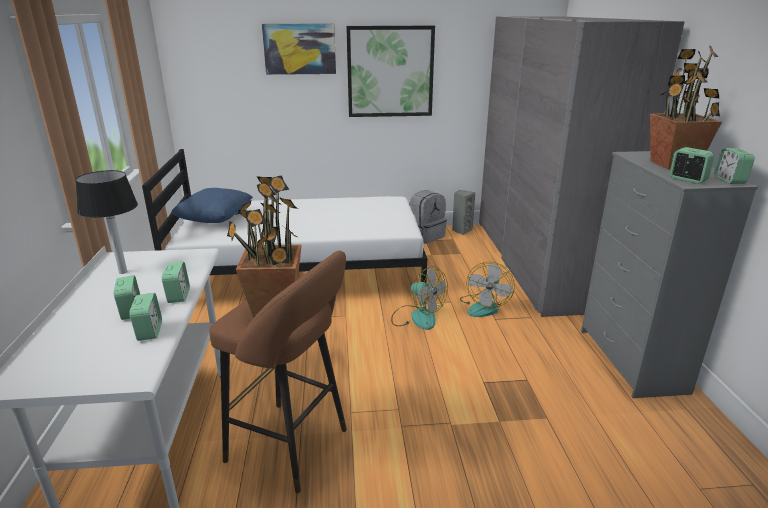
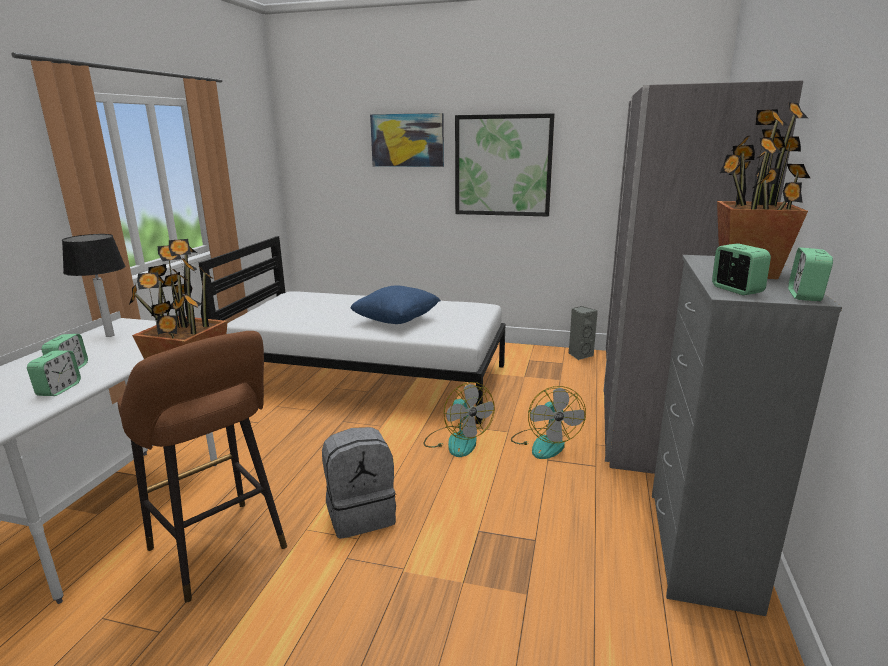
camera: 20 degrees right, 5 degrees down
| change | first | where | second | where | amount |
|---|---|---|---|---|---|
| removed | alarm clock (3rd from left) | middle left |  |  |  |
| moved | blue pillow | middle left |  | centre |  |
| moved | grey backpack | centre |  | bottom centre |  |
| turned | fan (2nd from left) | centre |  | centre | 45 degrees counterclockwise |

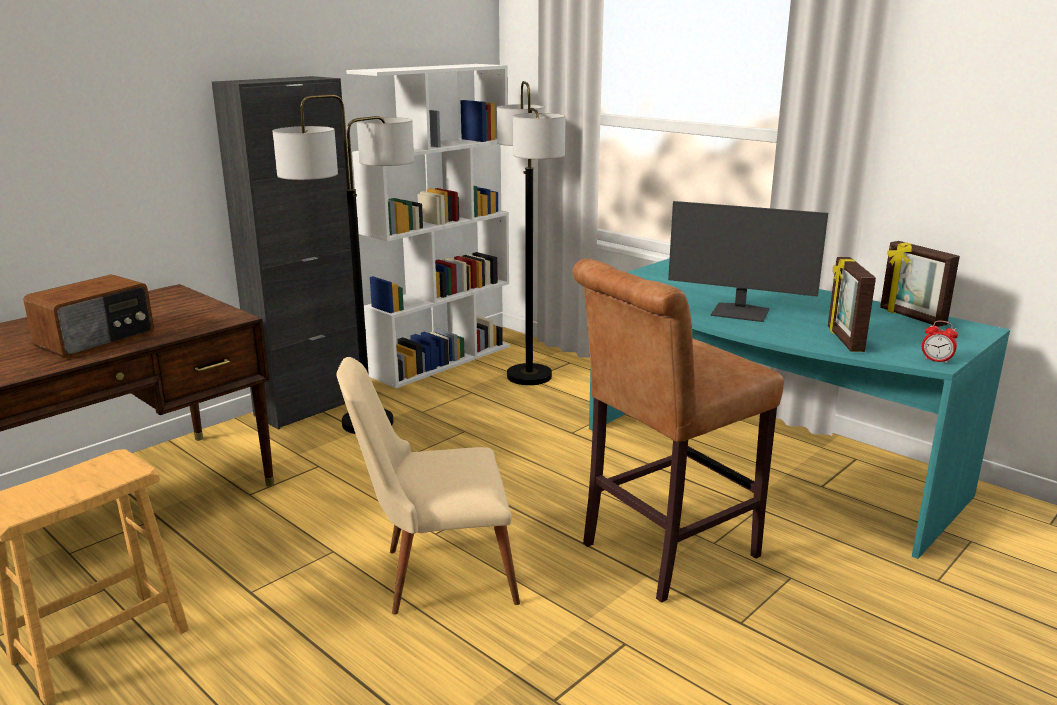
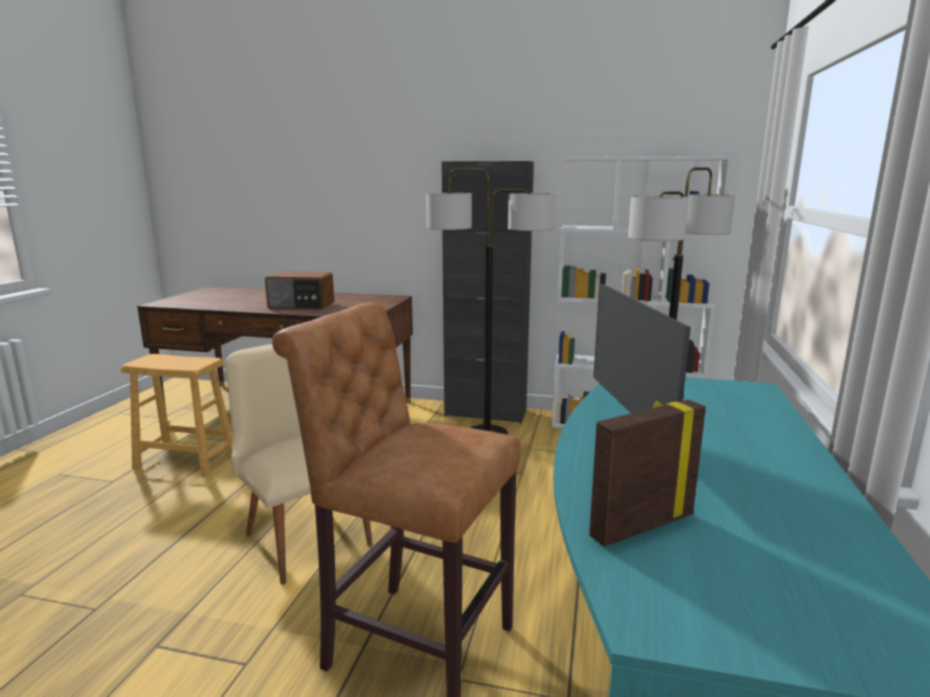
camera: 60 degrees right, 5 degrees down
| change | first | where | second | where | amount |
|---|---|---|---|---|---|
| removed | picture frame (2nd from left) | middle right |  |  |  |
| removed | alarm clock | middle right |  |  |  |

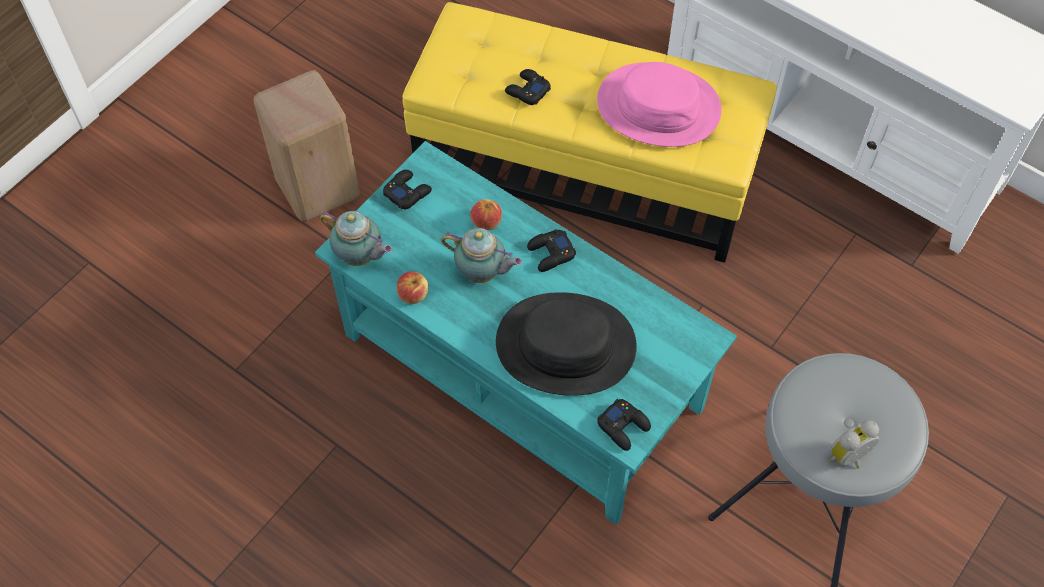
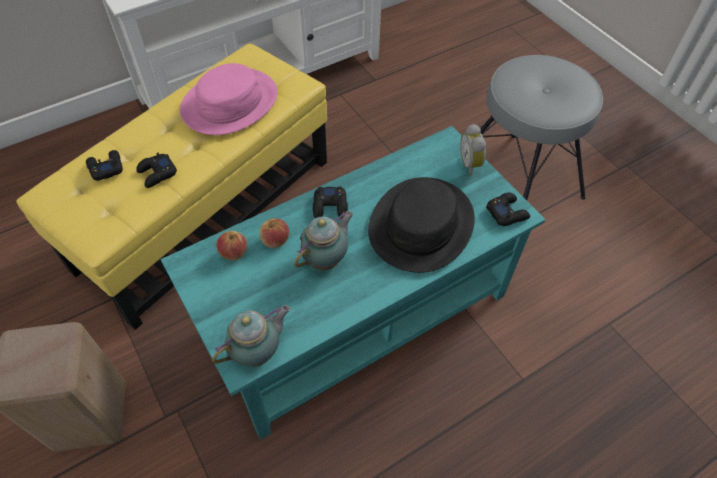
camera: 70 degrees left, 5 degrees down
| change | first | where | second | where | amount |
|---|---|---|---|---|---|
| moved | black game controller (1st from left) | top centre |  | middle left |  |
| moved | apple (1st from left) | centre |  | middle left |  |
| moved | alarm clock | bottom right |  | top centre |  |

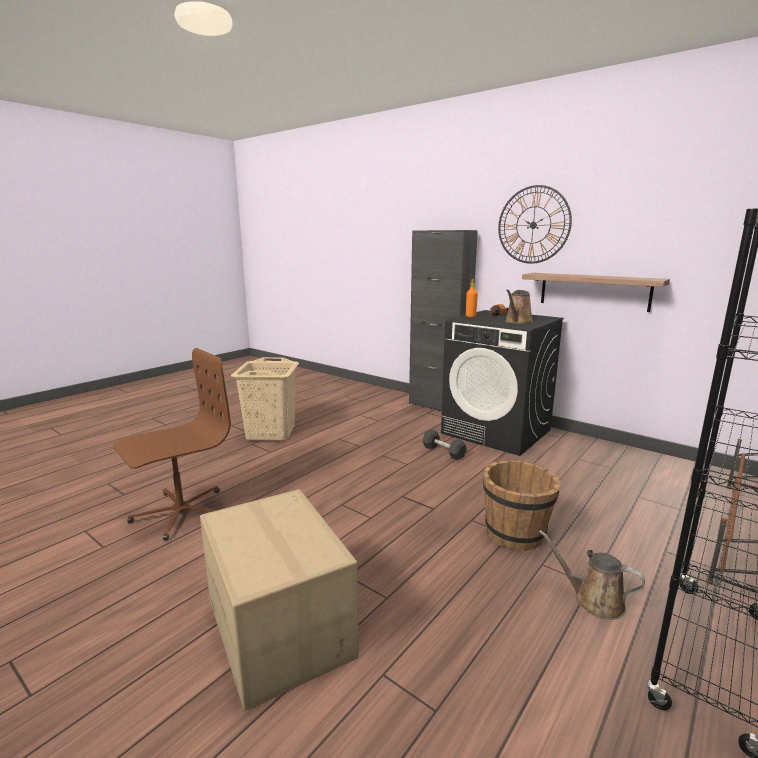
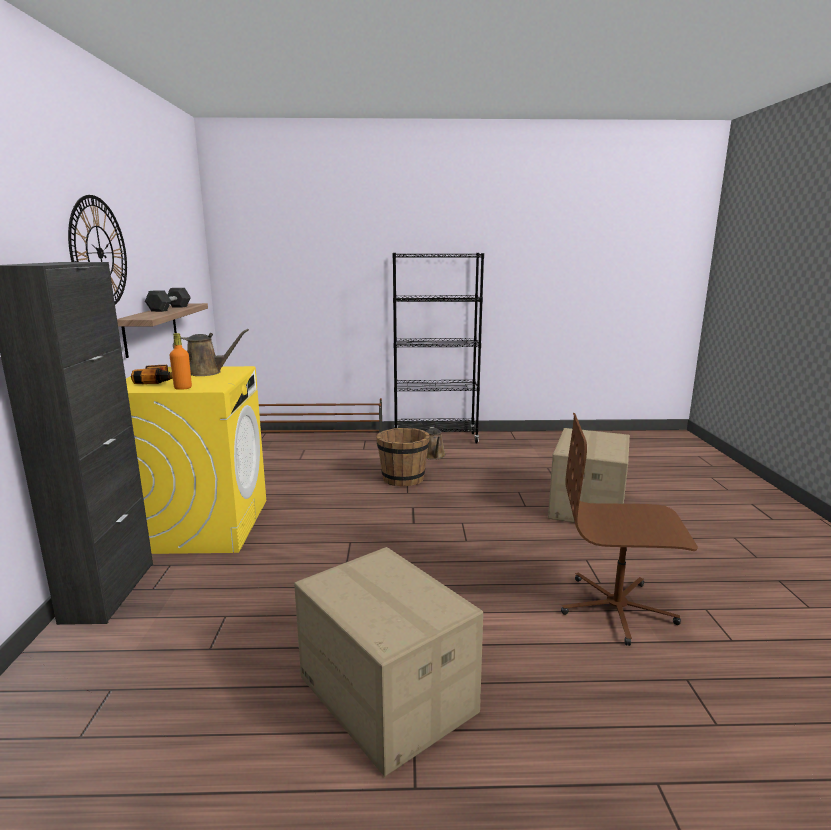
camera: 130 degrees left, 0 degrees up
| change | first | where | second | where | amount |
|---|---|---|---|---|---|
| moved | black dumbbell | centre |  | middle left |  |
| replaced | beige laundry basket | centre | cardboard box (1st from left) | bottom centre |  |
| recoloured | black washing machine | centre | yellow washing machine | middle left |  |

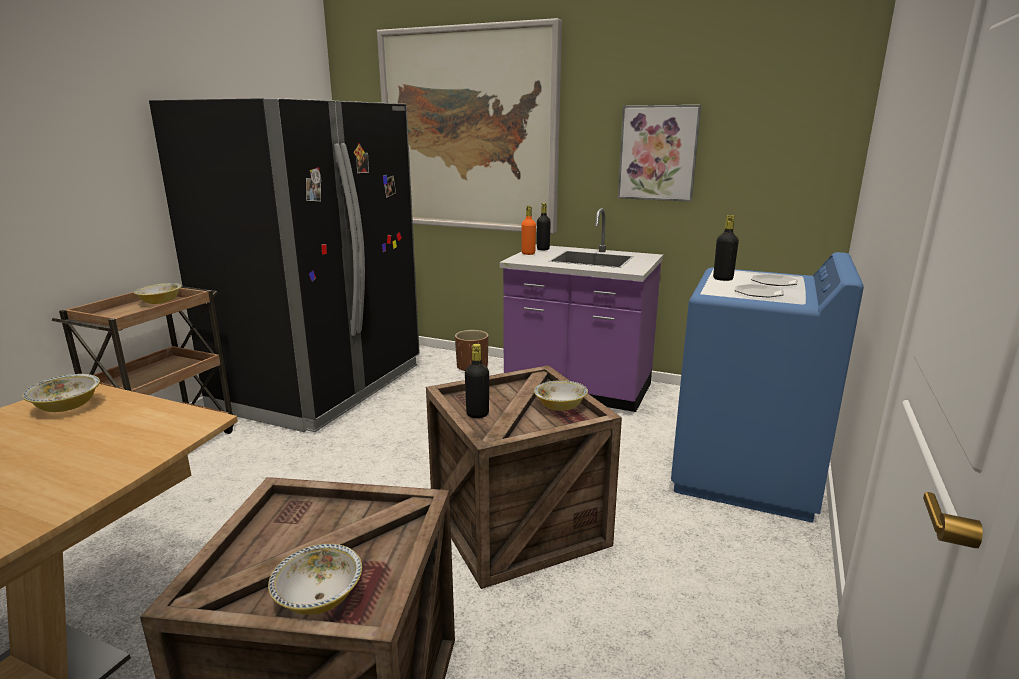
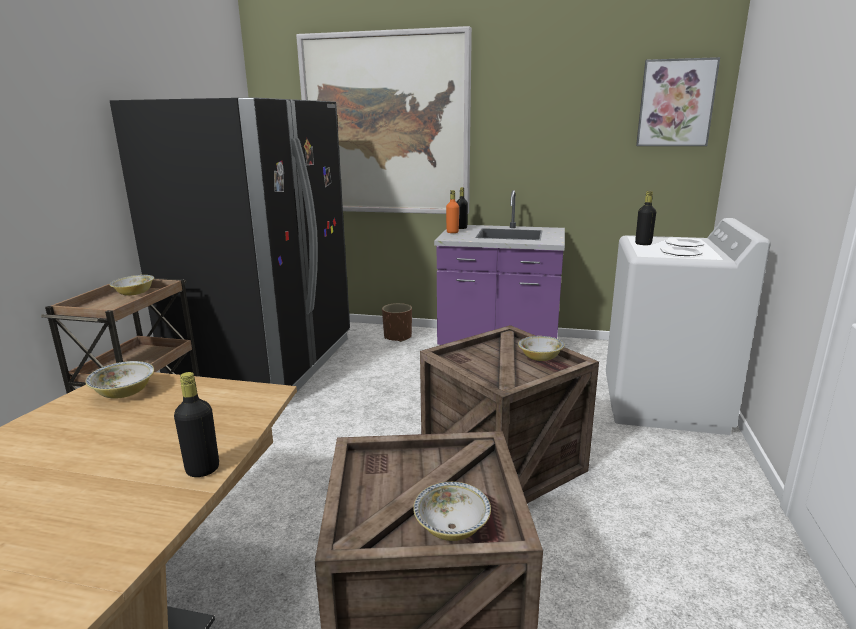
camera: 10 degrees left, 0 degrees up
| change | first | where | second | where | amount |
|---|---|---|---|---|---|
| moved | black bottle (1st from left) | centre |  | bottom left |  |
| moved | picture (2nd from left) | top centre |  | top right |  |
| recoloured | blue washing machine | middle right | white washing machine | middle right |  |

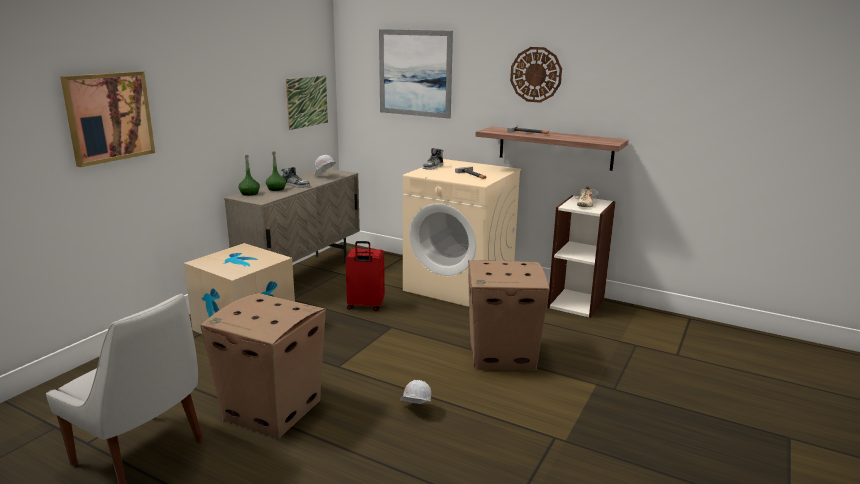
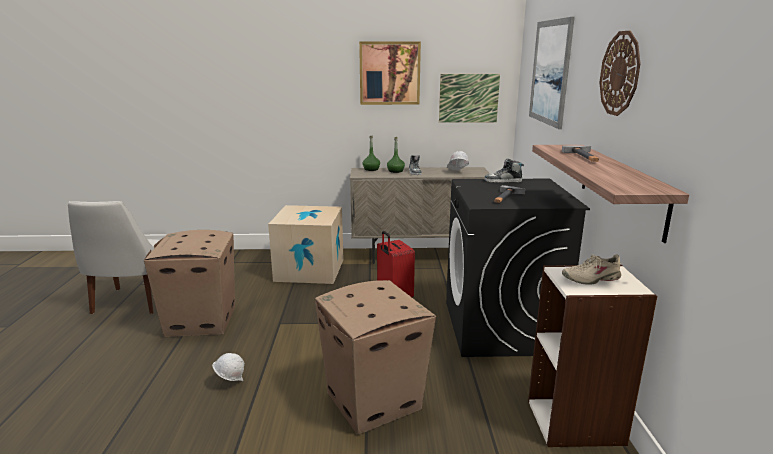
camera: 60 degrees right, 0 degrees up
| change | first | where | second | where | amount |
|---|---|---|---|---|---|
| moved | picture (1st from left) | top left |  | top centre |  |
| recoloured | beige washing machine | centre | black washing machine | middle right |  |

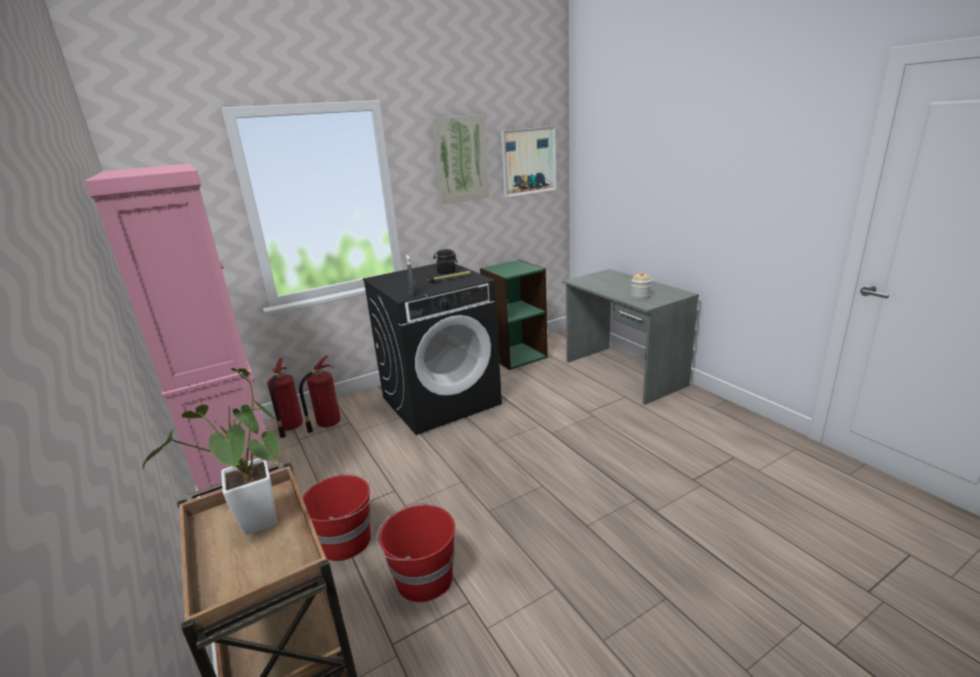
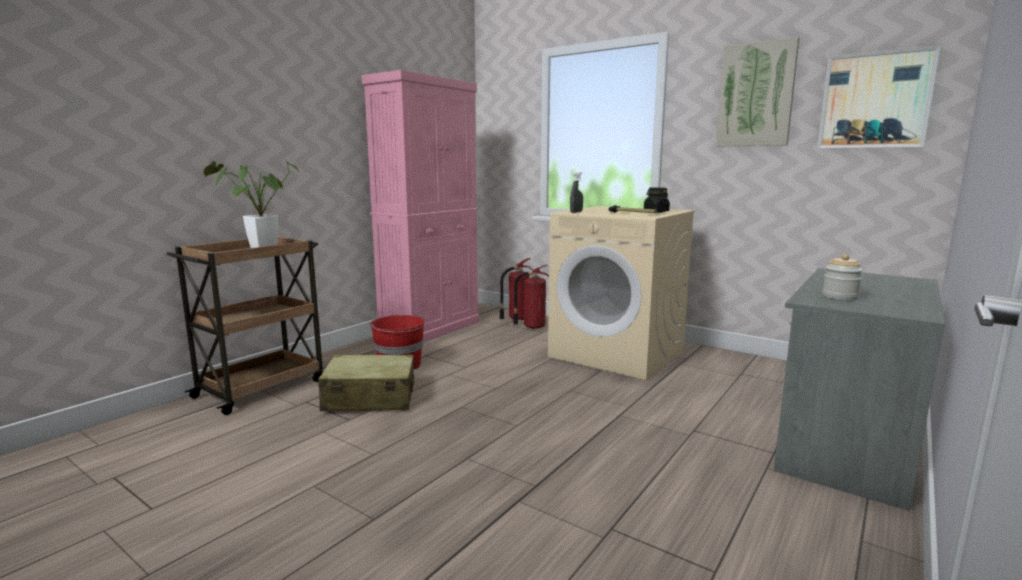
camera: 65 degrees right, 10 degrees down
| change | first | where | second | where | amount |
|---|---|---|---|---|---|
| removed | green bookcase | centre |  |  |  |
| replaced | red bucket (2nd from left) | bottom centre | beige suitcase | centre |  |
| recoloured | black washing machine | centre | beige washing machine | centre |  |

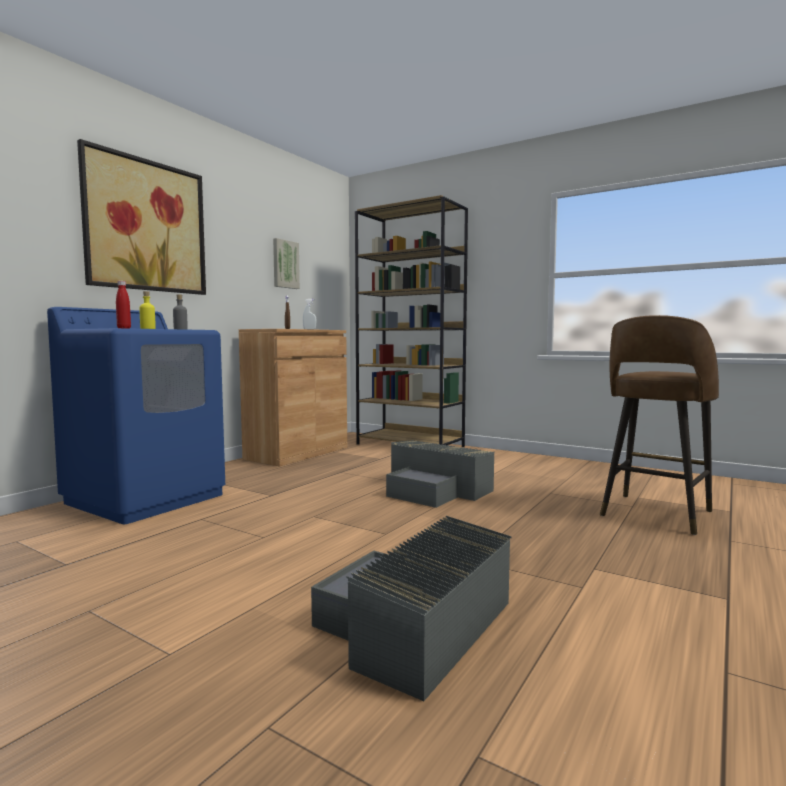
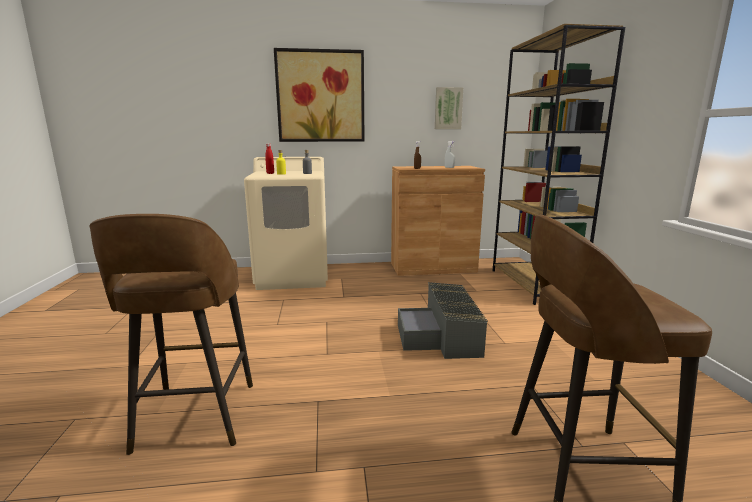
camera: 50 degrees right, 10 degrees up
| change | first | where | second | where | amount |
|---|---|---|---|---|---|
| replaced | grey storage box (1st from left) | bottom centre | brown stool (1st from left) | middle left |  |
| recoloured | blue washing machine | middle left | beige washing machine | centre |  |

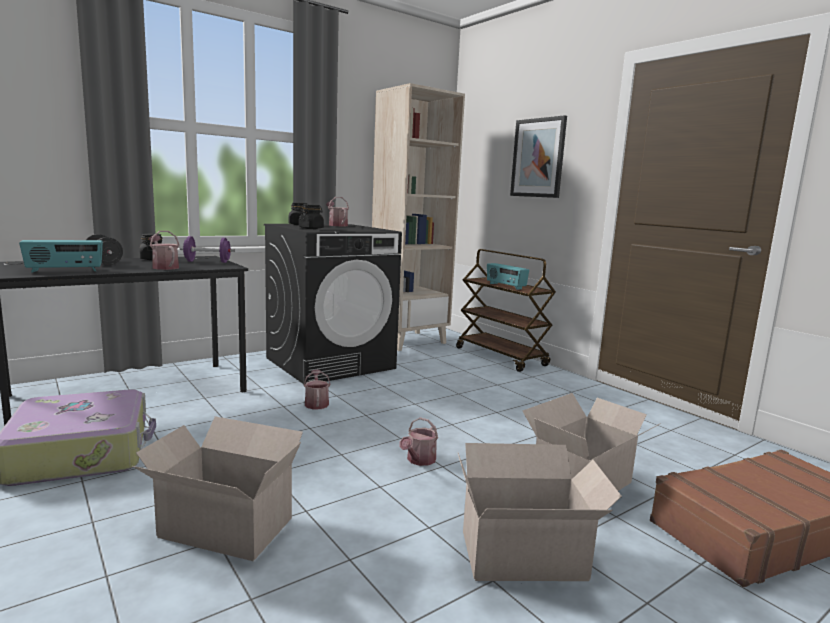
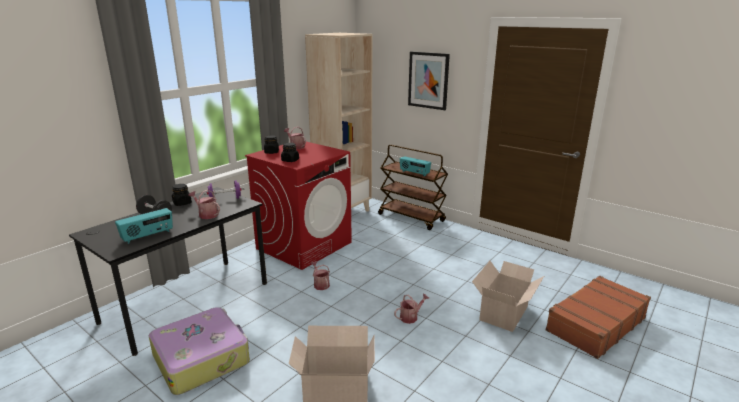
camera: 15 degrees left, 10 degrees up
| change | first | where | second | where | amount |
|---|---|---|---|---|---|
| removed | cardboard box (2nd from left) | bottom centre |  |  |  |
| recoloured | black washing machine | centre | red washing machine | centre |  |
| turned | watering can (4th from left) | bottom centre |  | bottom centre | 135 degrees counterclockwise |

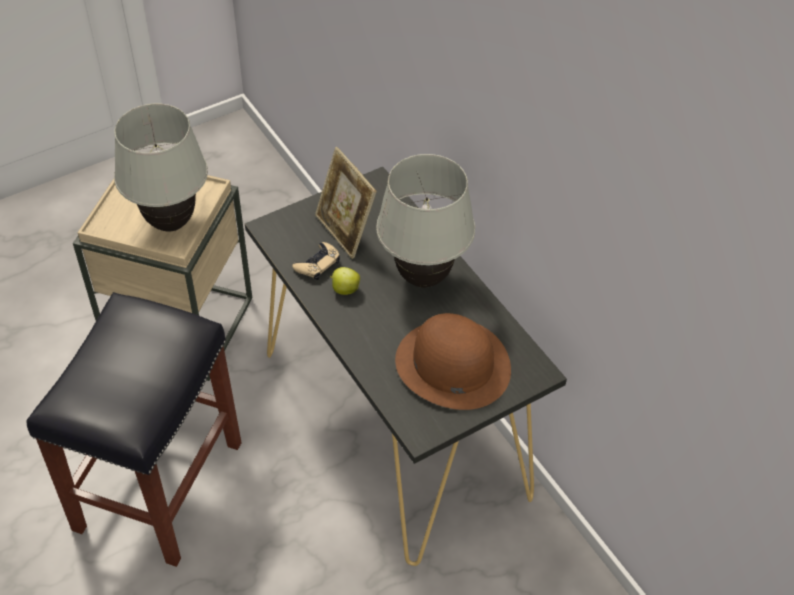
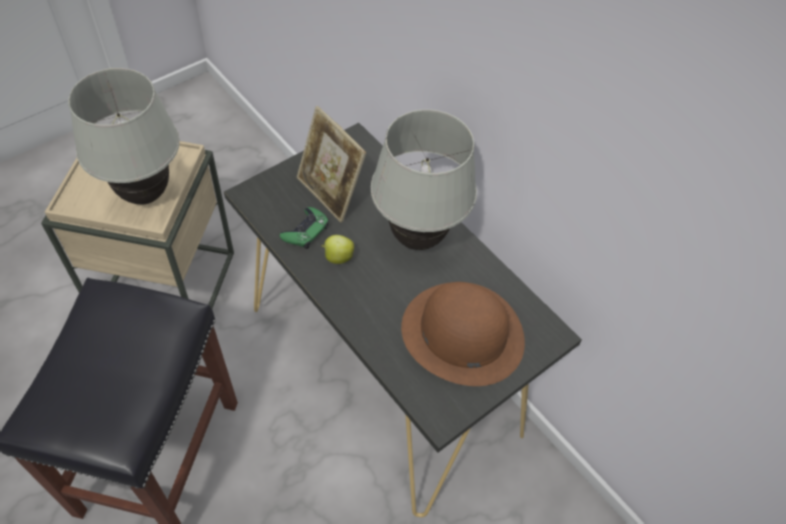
camera: 10 degrees left, 5 degrees up
| change | first | where | second | where | amount |
|---|---|---|---|---|---|
| recoloured | beige game controller | centre | green game controller | centre |  |

